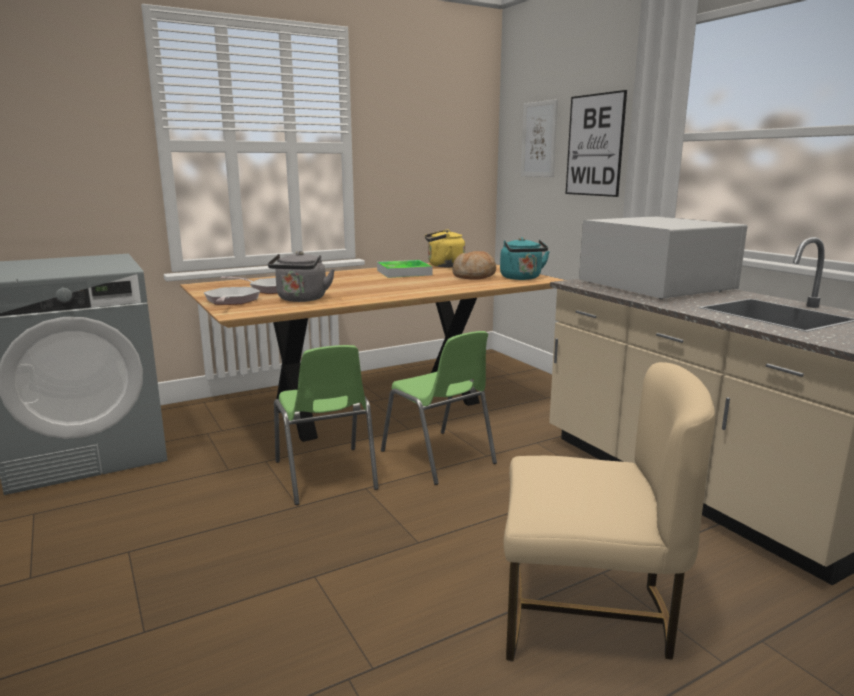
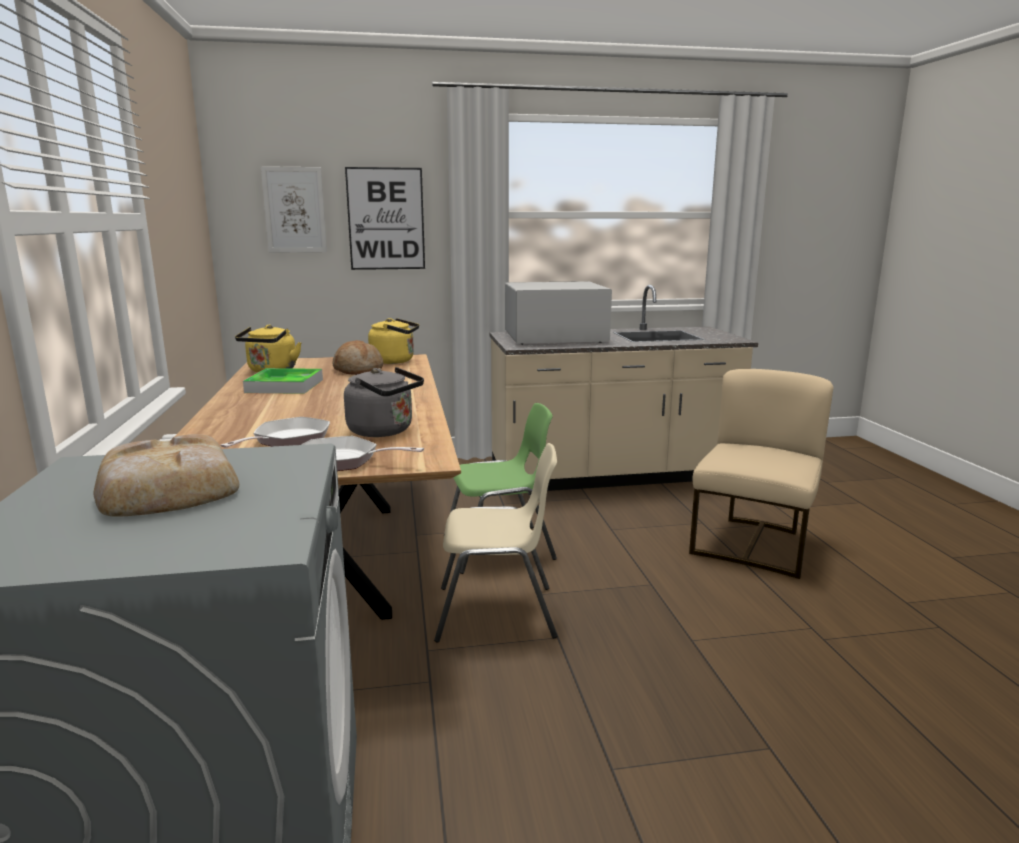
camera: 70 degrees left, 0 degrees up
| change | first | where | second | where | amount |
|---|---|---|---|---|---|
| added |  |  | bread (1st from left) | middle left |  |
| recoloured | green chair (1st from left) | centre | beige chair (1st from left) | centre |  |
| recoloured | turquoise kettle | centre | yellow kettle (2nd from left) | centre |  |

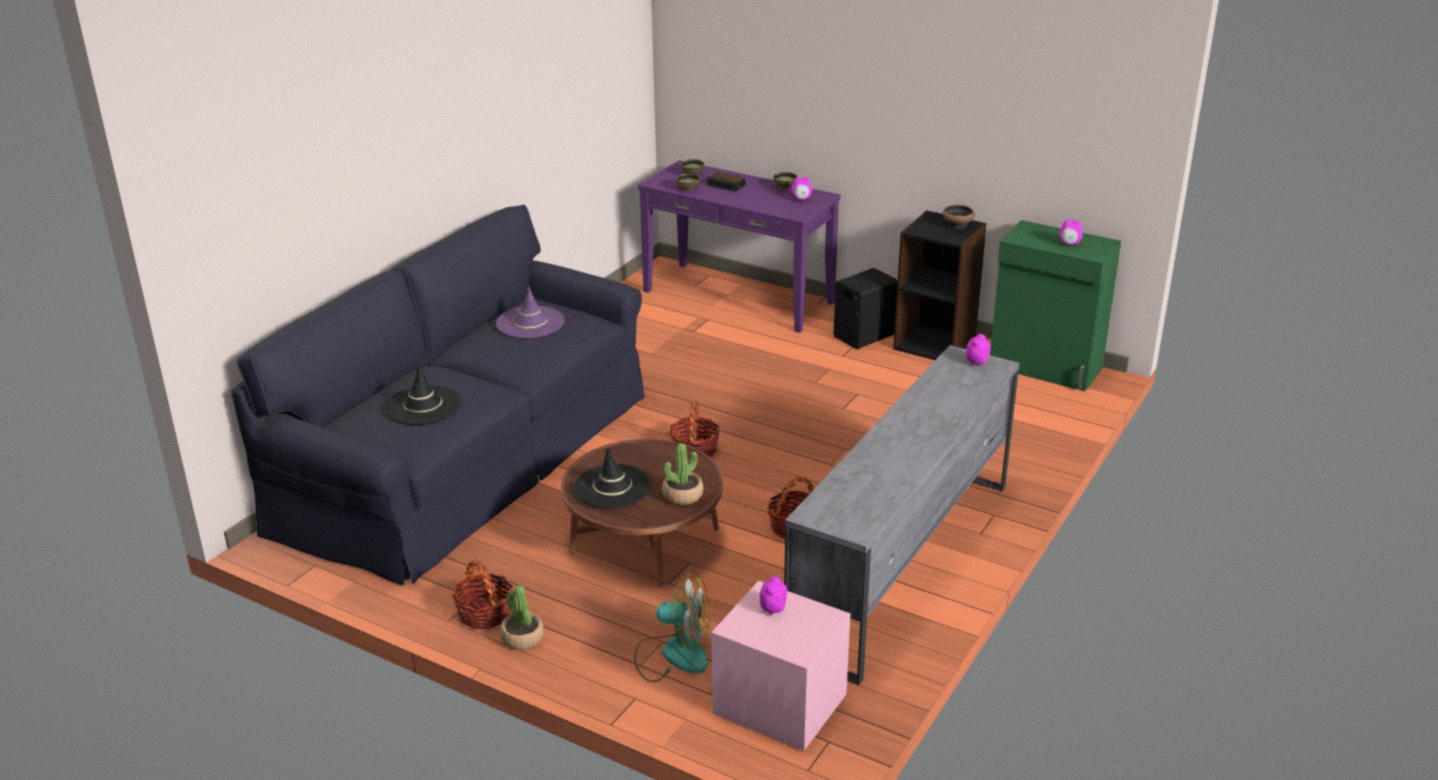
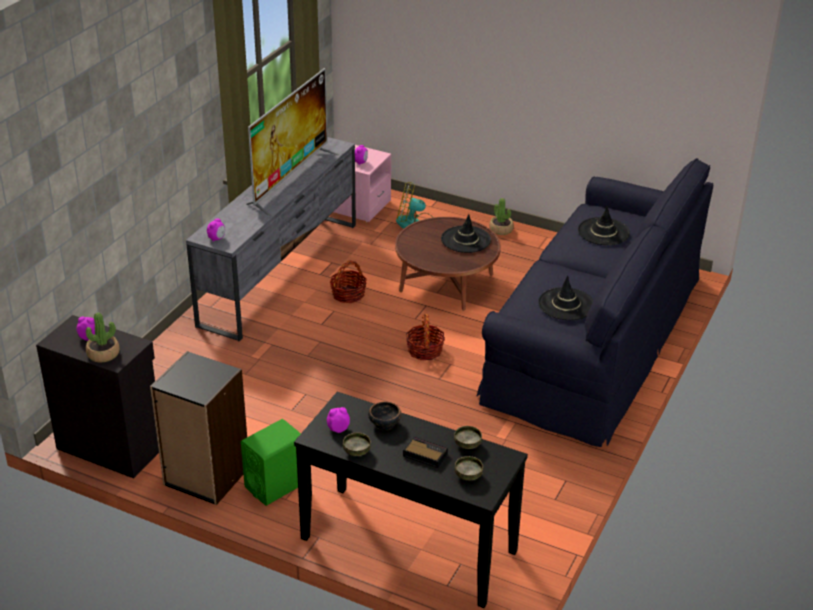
camera: 175 degrees right, 5 degrees up
| change | first | where | second | where | amount |
|---|---|---|---|---|---|
| removed | basket (1st from left) | bottom centre |  |  |  |
| added |  |  | television | top centre |  |
| moved | potted plant (2nd from left in the first image) | centre | potted plant (1st from left) | middle left |  |
| moved | bowl (4th from left in the first image) | top right | bowl (2nd from left) | bottom centre |  |
| recoloured | purple hat | centre | black hat (2nd from left) | middle right |  |
| recoloured | purple console table | top centre | black console table | bottom centre |  |
| recoloured | black speaker | centre | green speaker | bottom centre |  |
| recoloured | green cabinet | middle right | black cabinet | middle left |  |

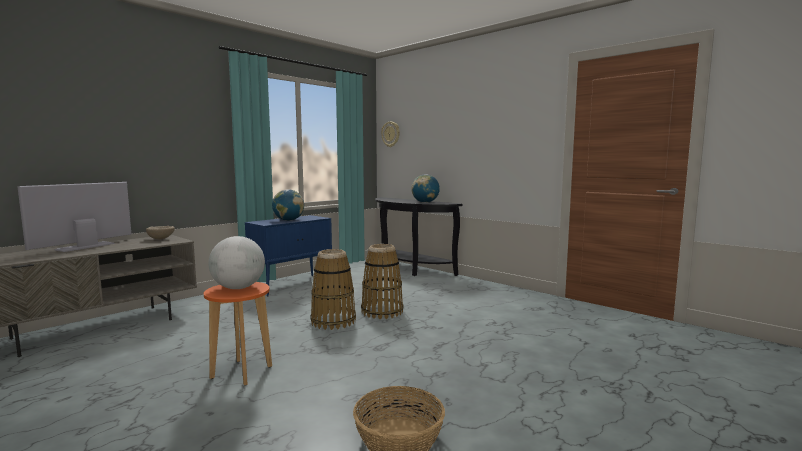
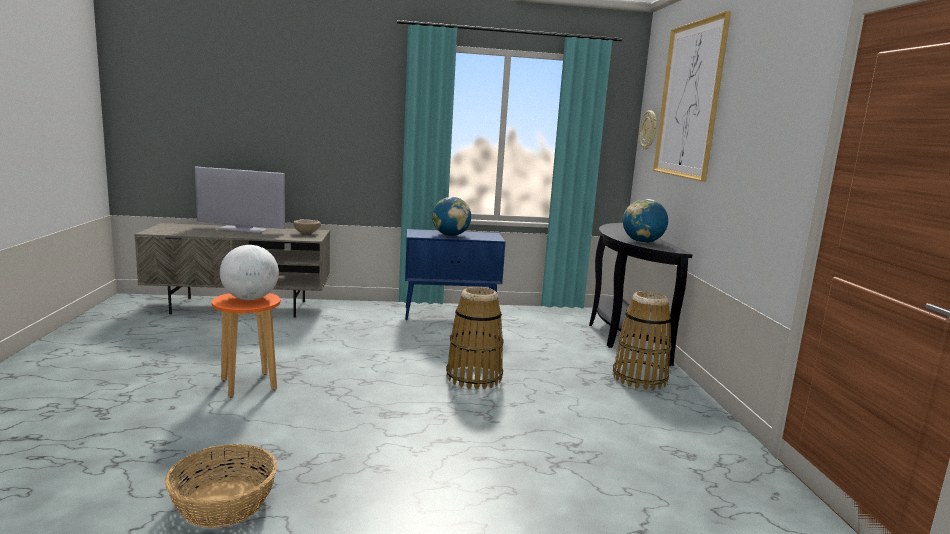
camera: 40 degrees right, 5 degrees up
| change | first | where | second | where | amount |
|---|---|---|---|---|---|
| added |  |  | picture | top right |  |
| moved | basket (1st from left in the first image) | centre | basket (3rd from left) | middle right |  |
| turned | television | middle left |  | middle left | 150 degrees counterclockwise |

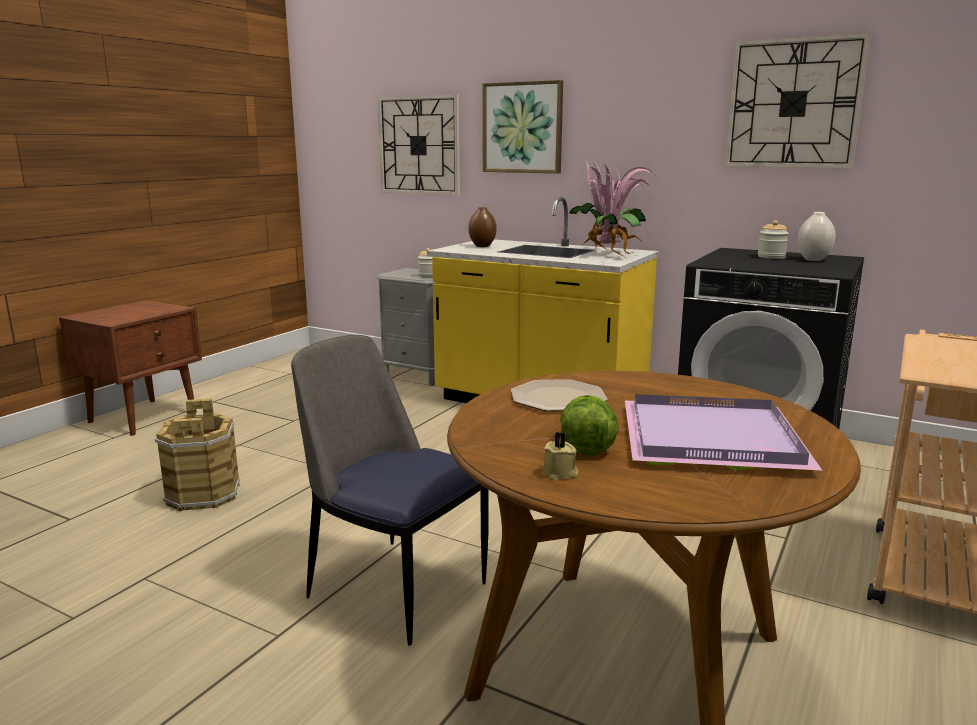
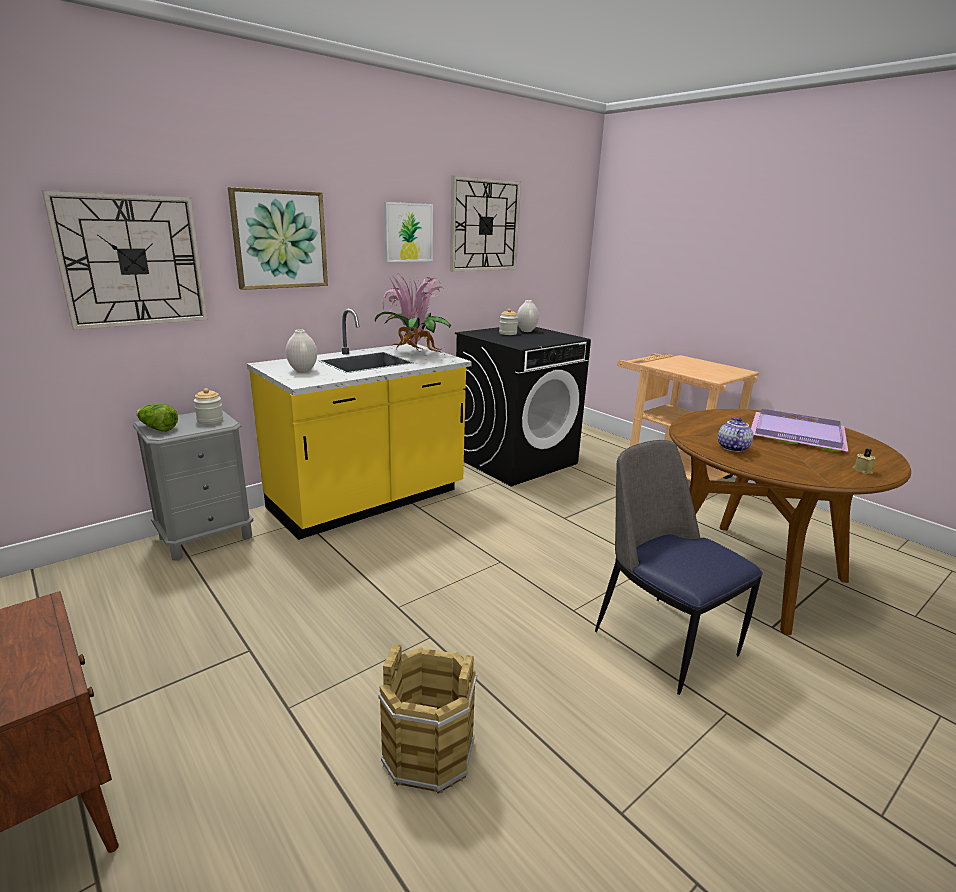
camera: 70 degrees left, 5 degrees up
| change | first | where | second | where | amount |
|---|---|---|---|---|---|
| added |  |  | picture (2nd from left) | top centre |  |
| moved | lettuce | centre |  | middle left |  |
| replaced | plate | centre | teapot | middle right |  |
| recoloured | brown vase | top centre | white vase (1st from left) | middle left |  |
| turned | chair | bottom centre |  | middle right | 90 degrees clockwise |

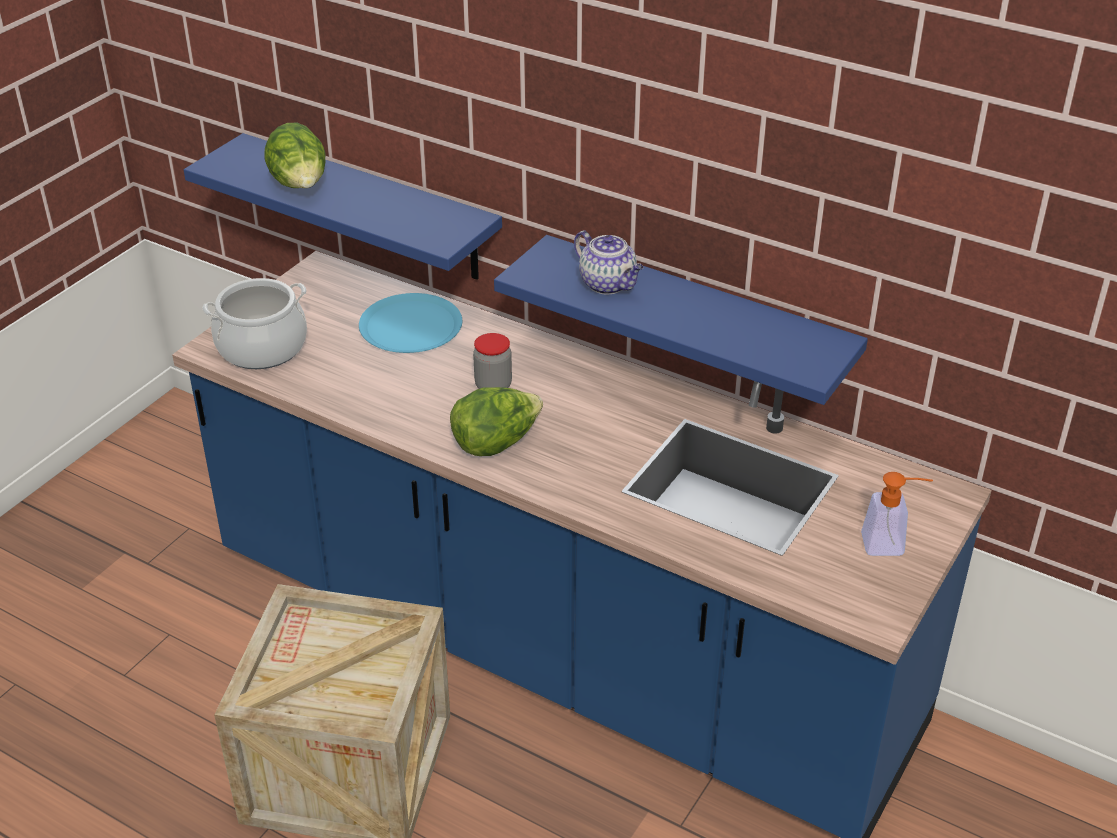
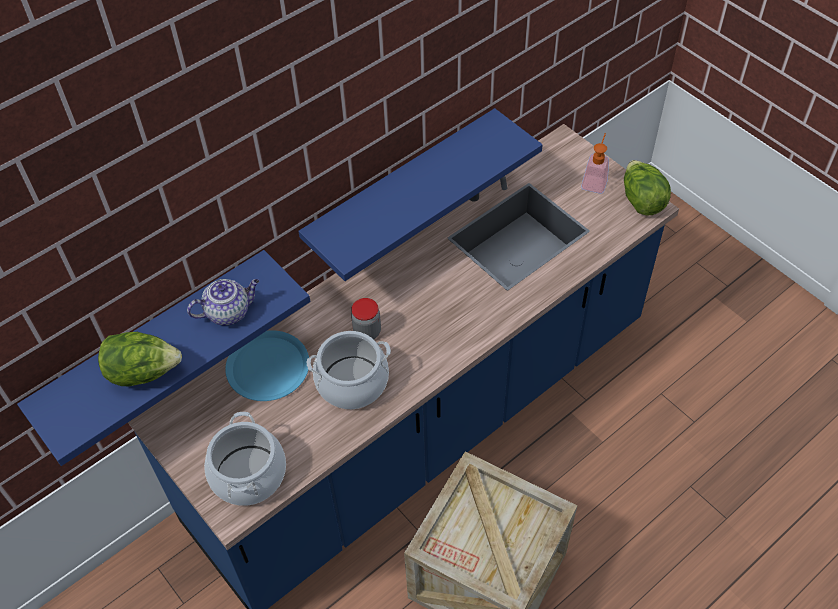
camera: 70 degrees left, 15 degrees up
| change | first | where | second | where | amount |
|---|---|---|---|---|---|
| added |  |  | cooking pot (2nd from left) | centre |  |
| moved | lettuce (2nd from left) | centre |  | top right |  |
| moved | teapot | top centre |  | middle left |  |

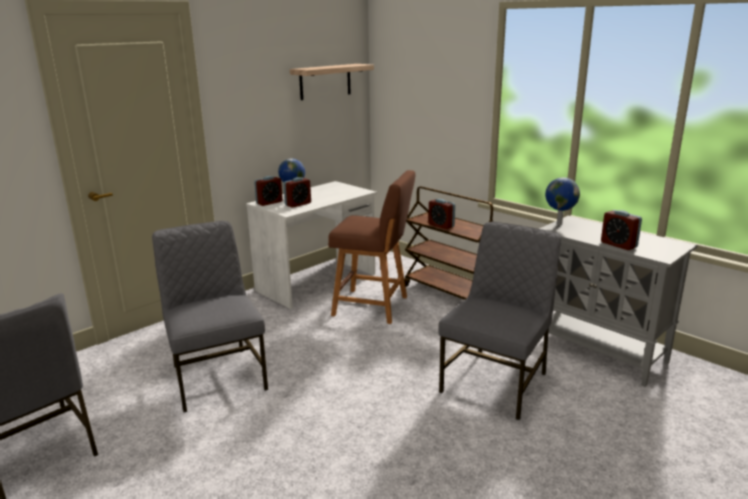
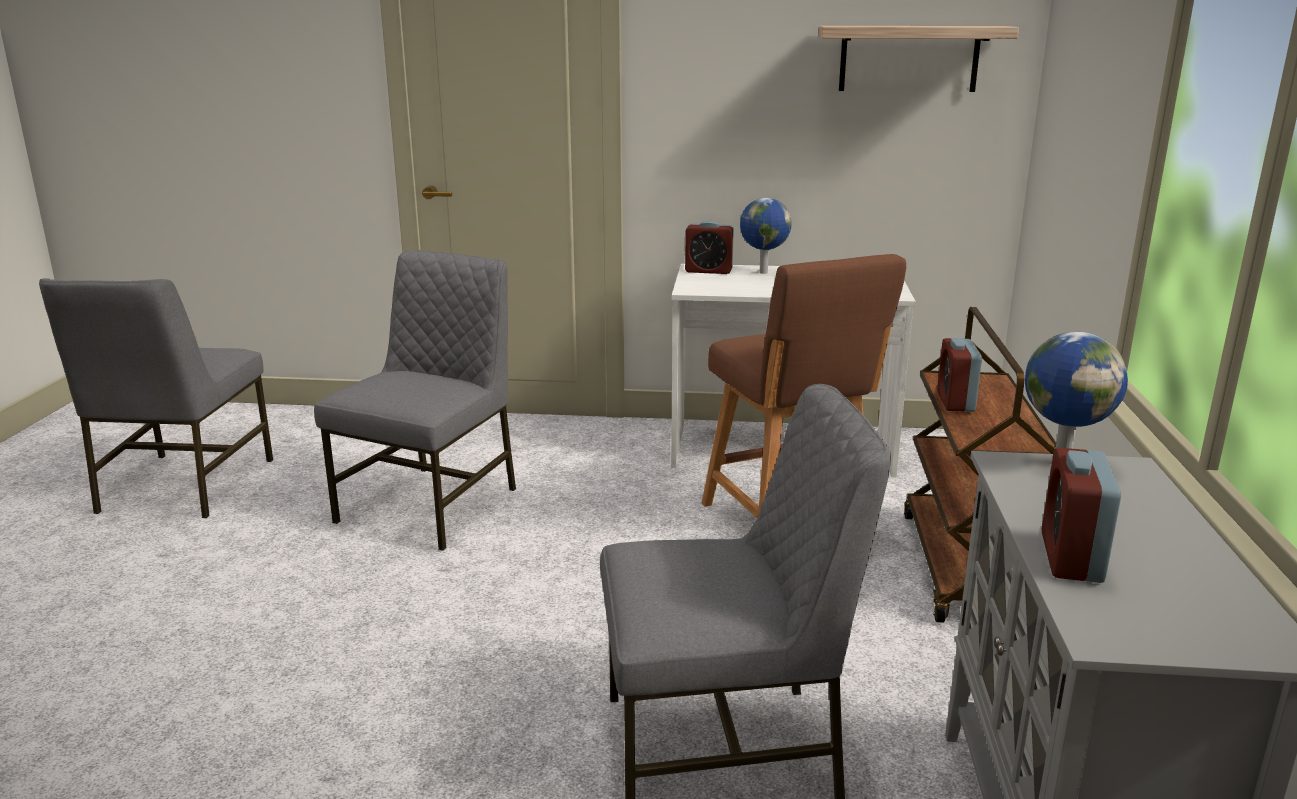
camera: 50 degrees right, 0 degrees up
| change | first | where | second | where | amount |
|---|---|---|---|---|---|
| removed | alarm clock (2nd from left) | centre |  |  |  |

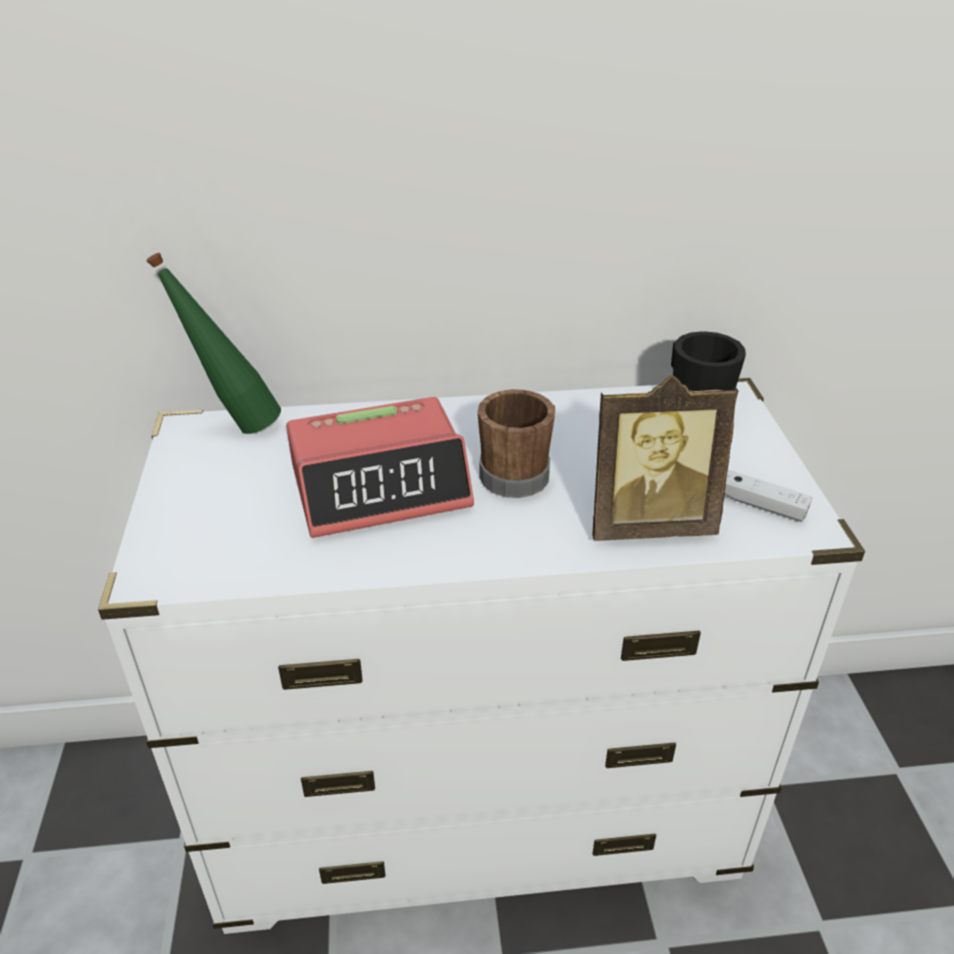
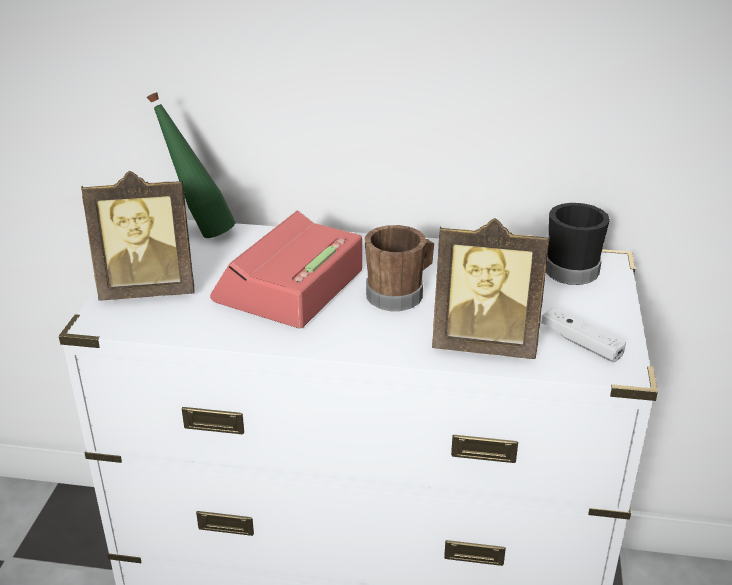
camera: 15 degrees right, 5 degrees down
| change | first | where | second | where | amount |
|---|---|---|---|---|---|
| added |  |  | picture frame (1st from left) | middle left |  |
| turned | alarm clock | centre |  | centre | 120 degrees clockwise |

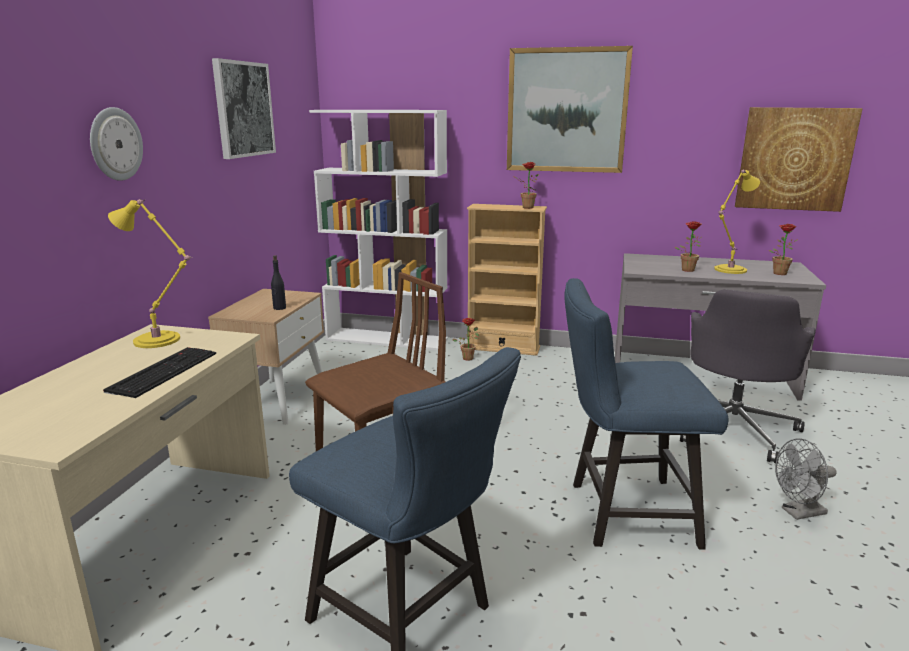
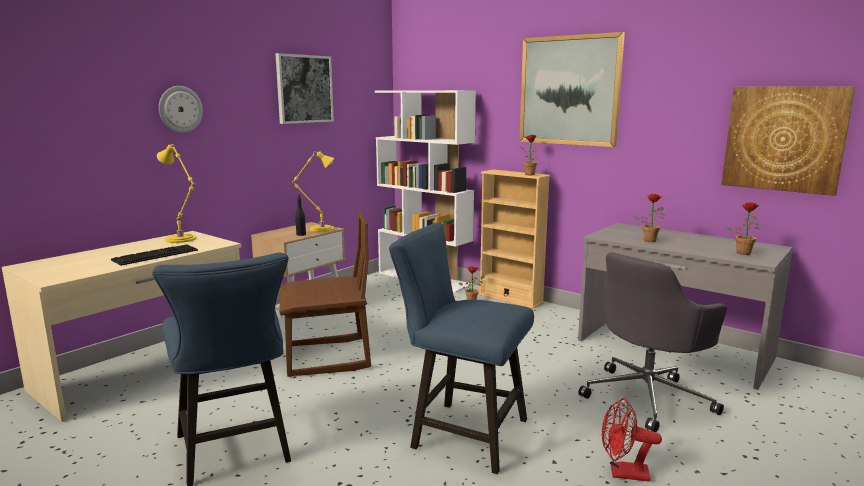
camera: 25 degrees right, 5 degrees down
| change | first | where | second | where | amount |
|---|---|---|---|---|---|
| moved | yellow table lamp (2nd from left) | middle right |  | centre |  |
| recoloured | grey fan | bottom right | red fan | bottom right |  |

